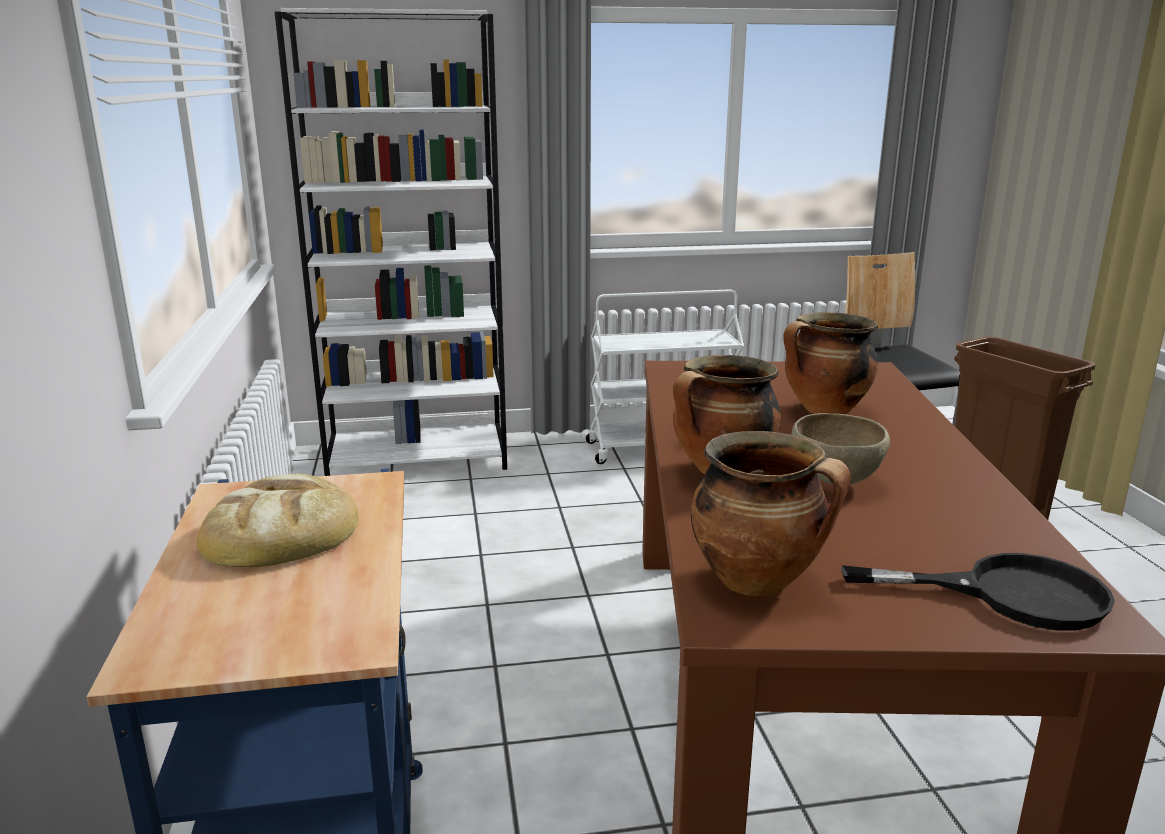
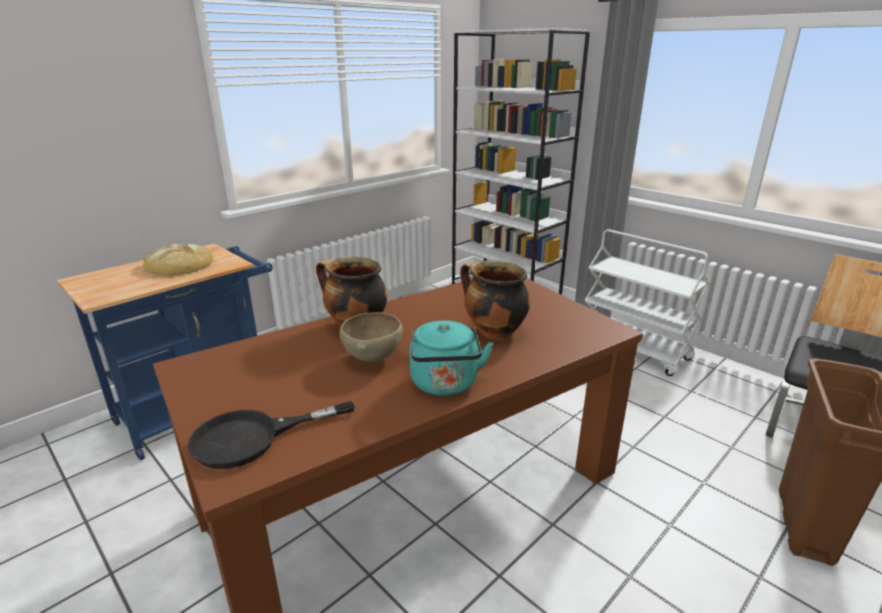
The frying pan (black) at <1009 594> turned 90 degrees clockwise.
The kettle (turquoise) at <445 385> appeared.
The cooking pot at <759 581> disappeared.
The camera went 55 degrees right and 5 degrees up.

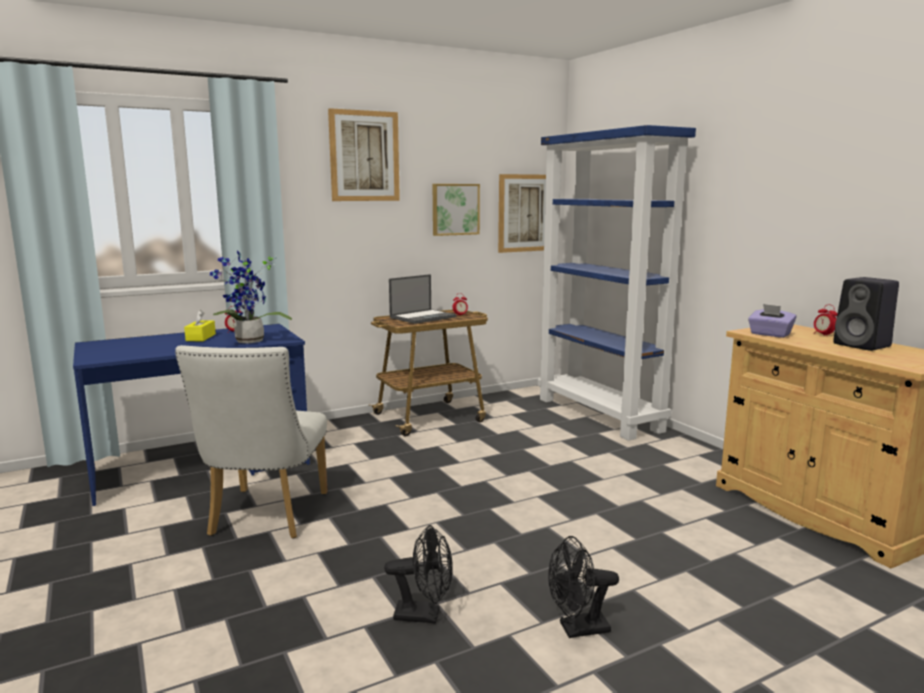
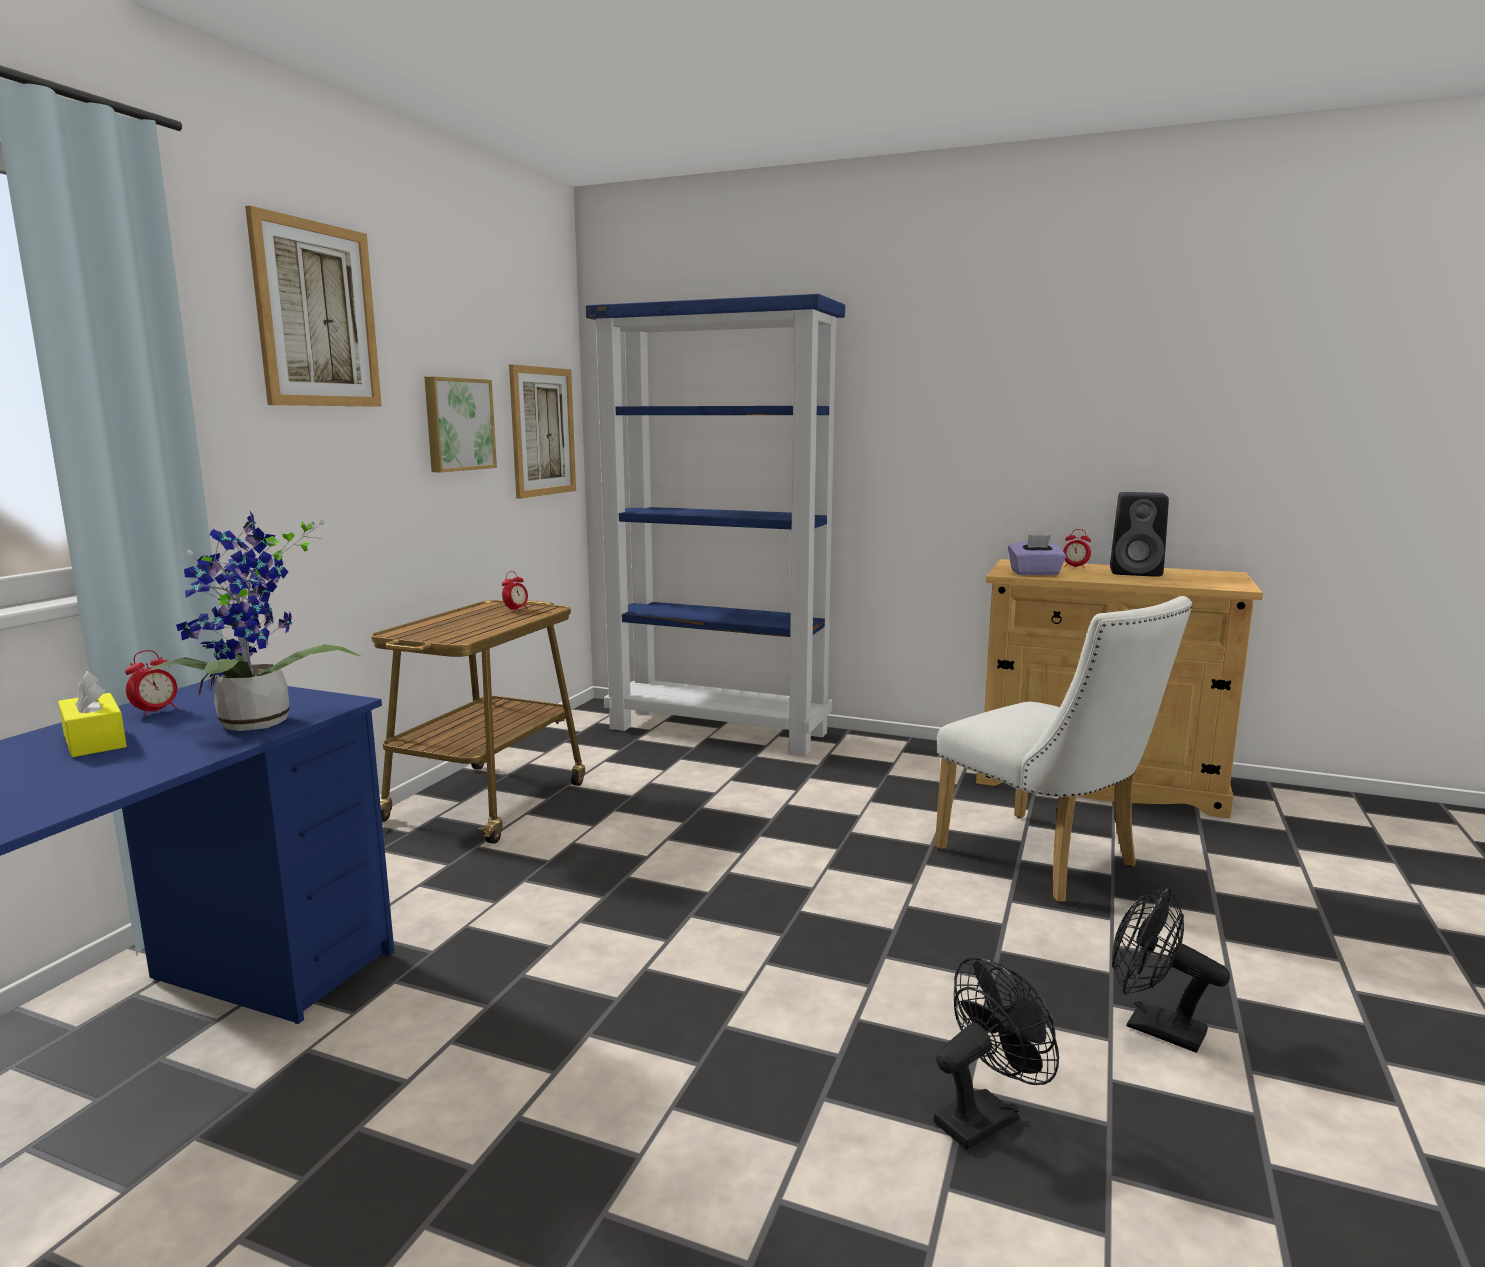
The chair (white) moved from <265 518> to <1047 862>.
The fan (black) at <577 629> turned 90 degrees clockwise.
The laptop at <423 317> disappeared.
The camera went 40 degrees left and 0 degrees up.

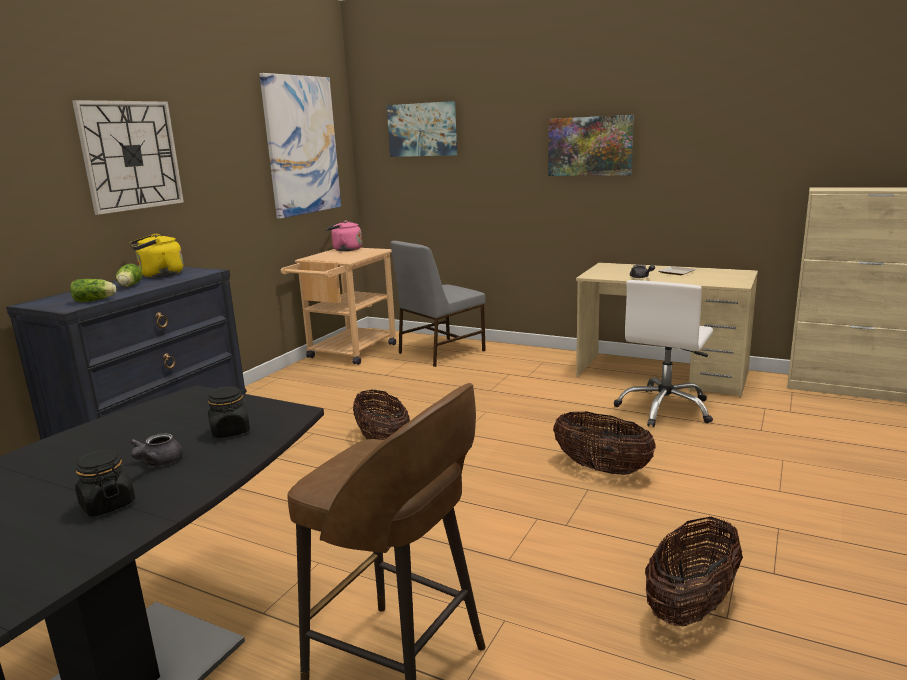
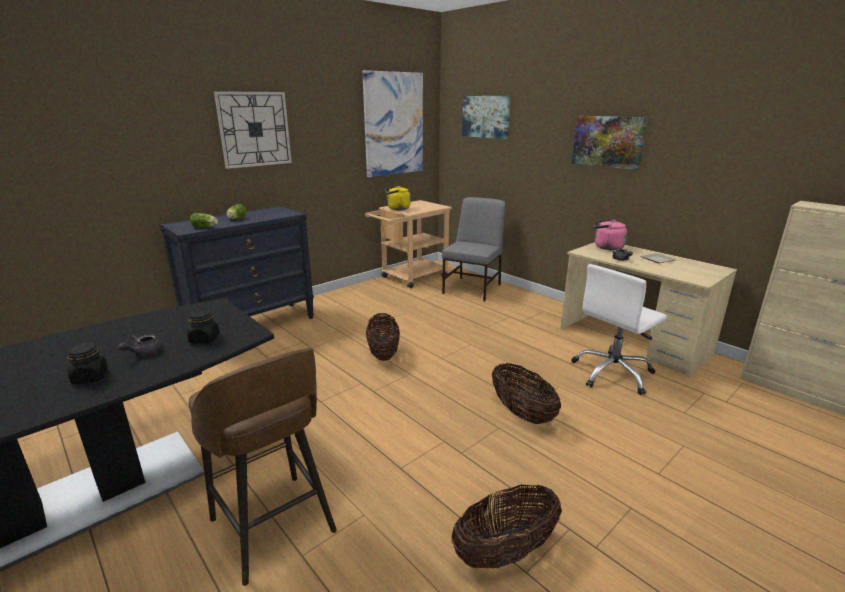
The kettle (yellow) moved from <159 275> to <397 209>.
The chair (grey) at <440 352> turned 135 degrees clockwise.
The kettle (pink) moved from <345 250> to <606 247>.
The camera went 20 degrees right and 5 degrees up.

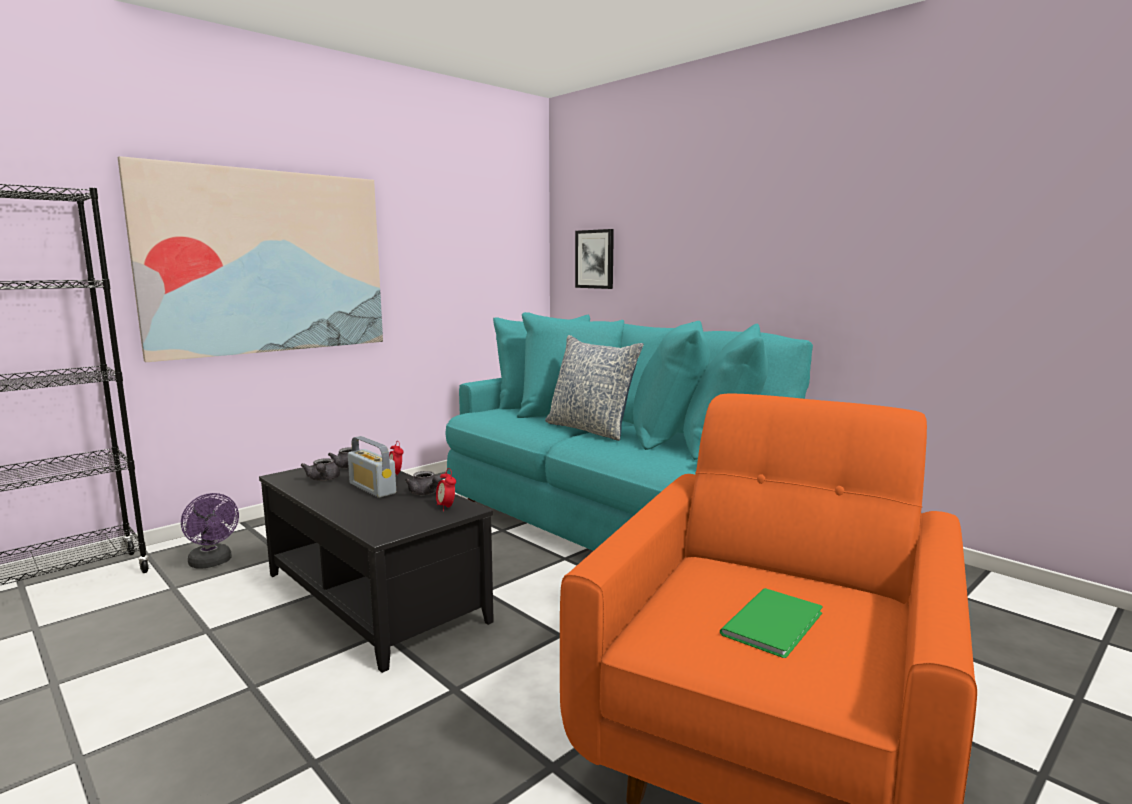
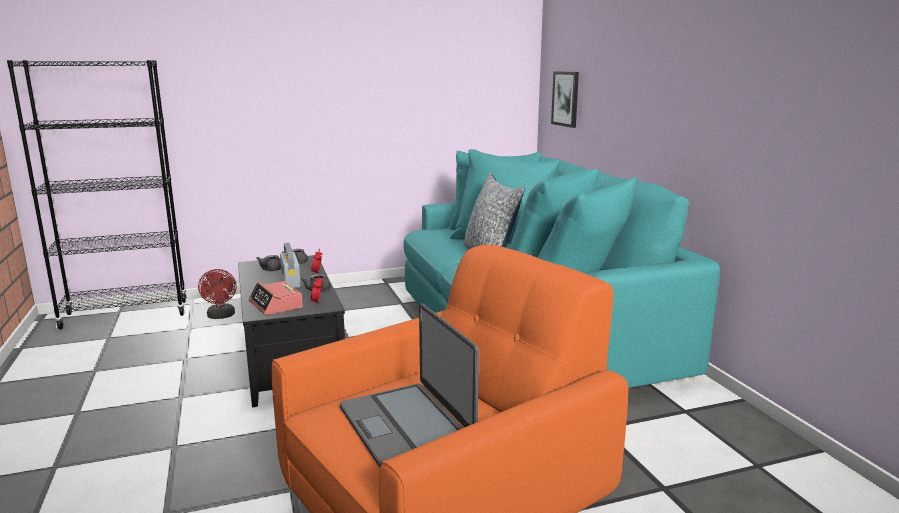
The fan (purple) at <212 563> became the fan (red) at <221 316>.
The alarm clock at <276 305> appeared.
The book (green) at <776 623> was replaced by the laptop at <407 425>.
The picture at <267 262> disappeared.
The camera went 25 degrees right and 5 degrees up.

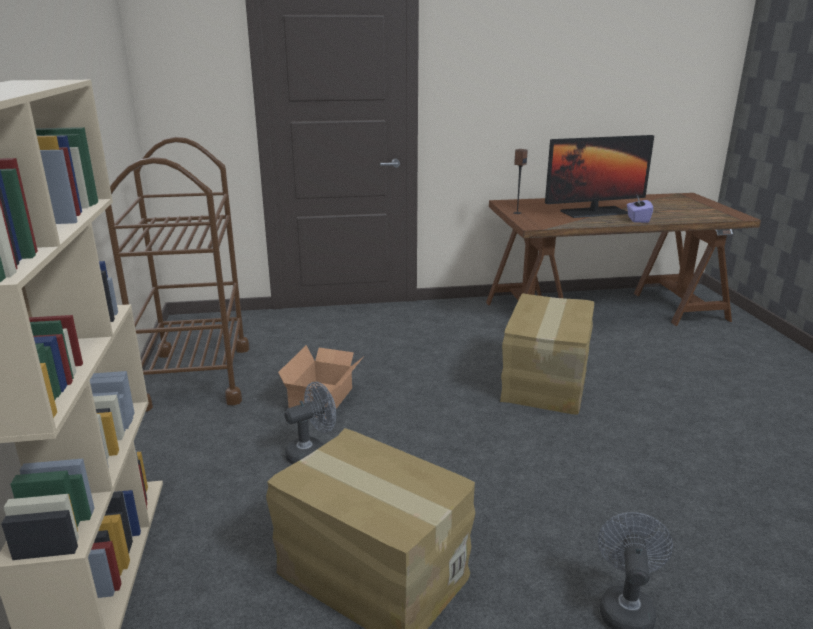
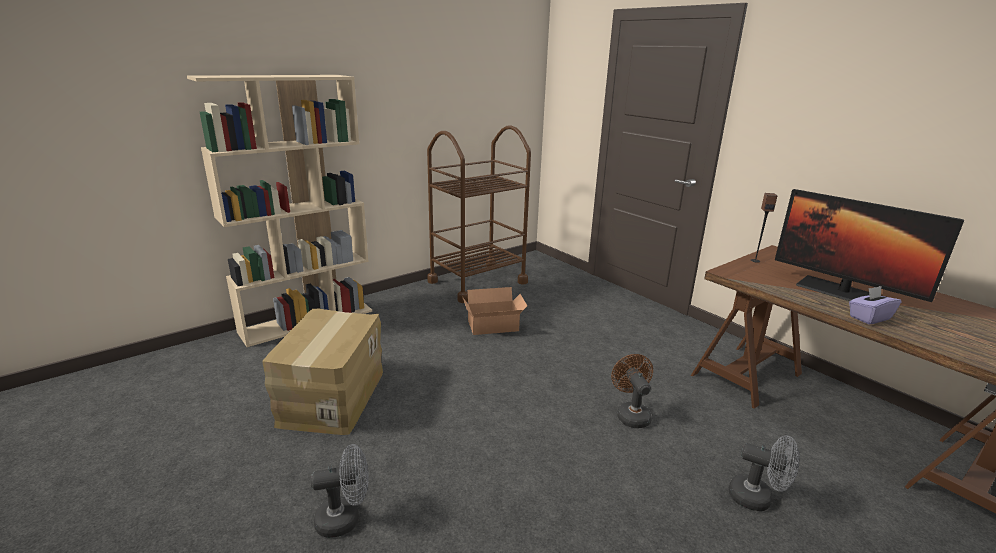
The cardboard box at <546 382> was replaced by the fan (brown) at <630 414>.
The fan (grey) moved from <311 453> to <757 498>.
The camera went 60 degrees right and 0 degrees up.

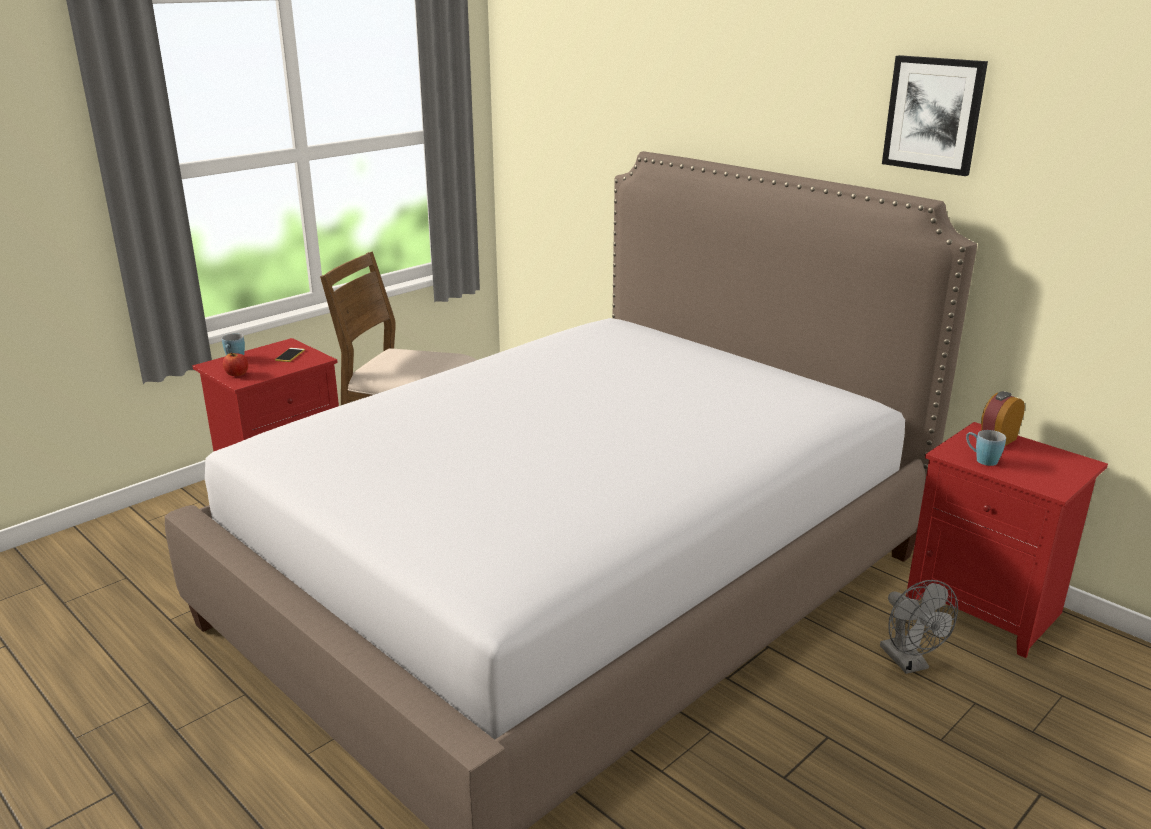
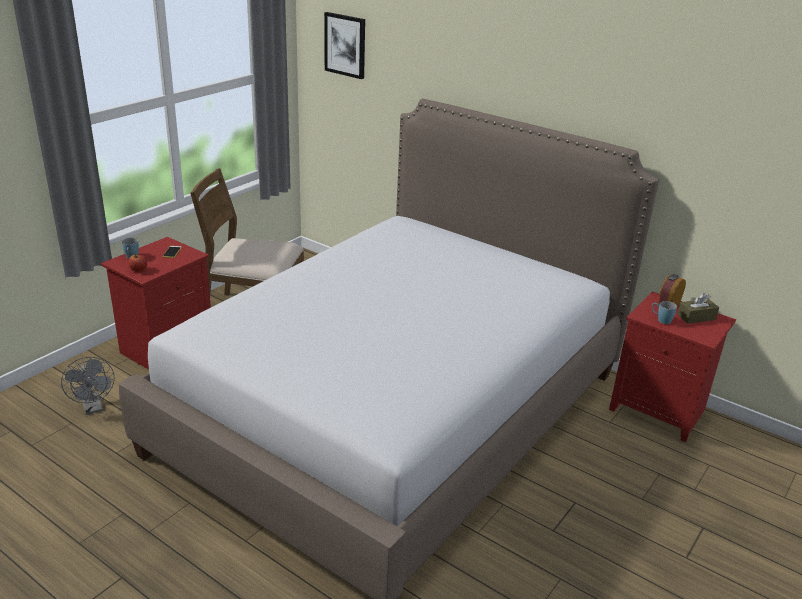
The fan (grey) moved from <909 663> to <93 408>.
The picture moved from <934 114> to <345 45>.
The tissue box (brown) at <696 317> appeared.
The camera went 10 degrees left and 5 degrees up.

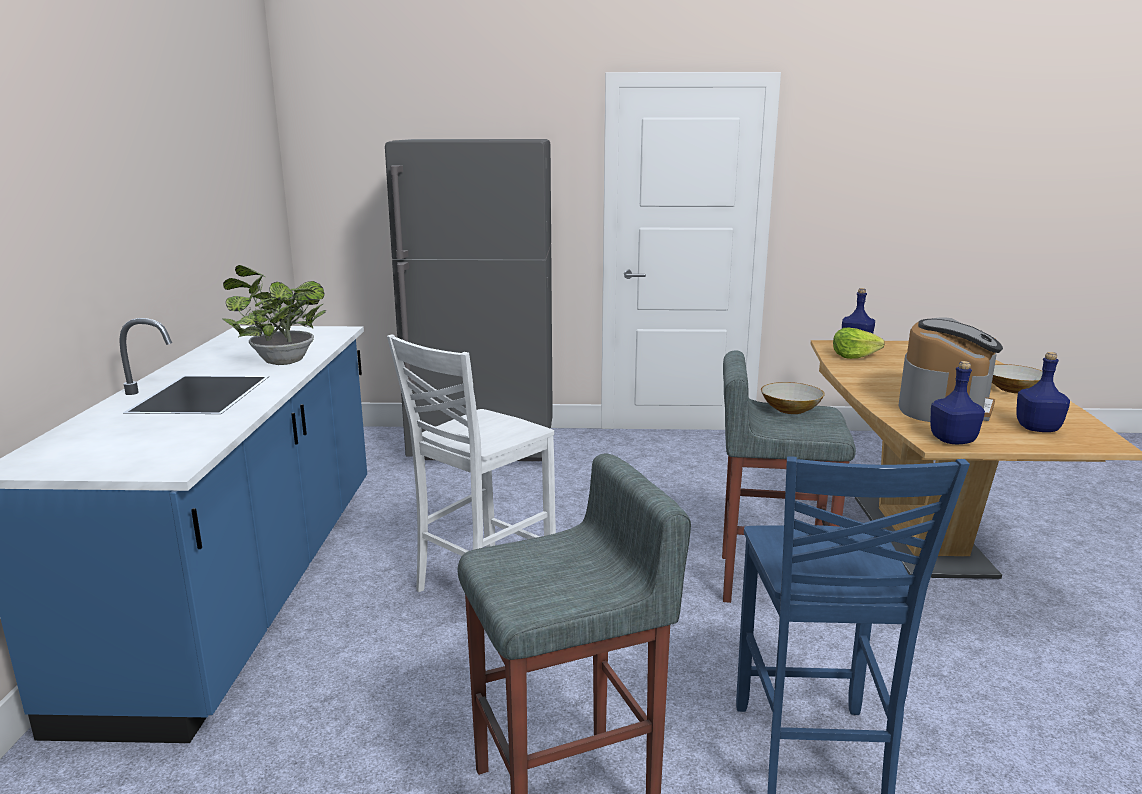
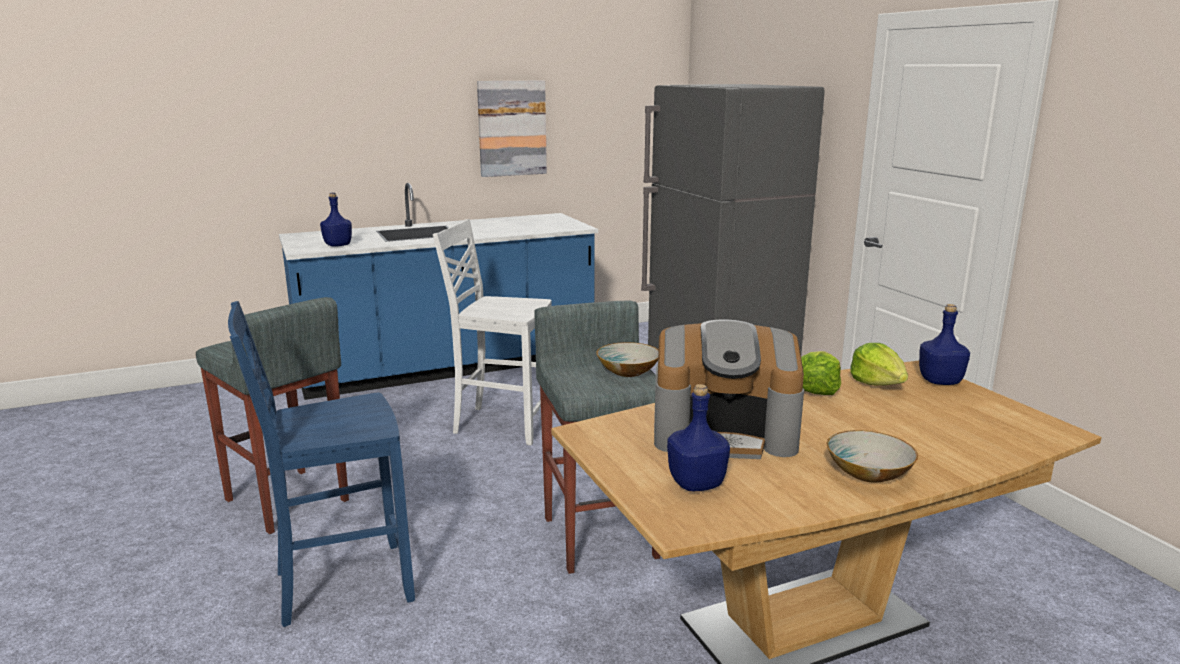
The bottle (blue) moved from <951 440> to <337 245>.
The picture at <512 128> appeared.
The lettuce at <816 388> appeared.
The potted plant at <280 361> disappeared.
The camera went 65 degrees right and 0 degrees up.

